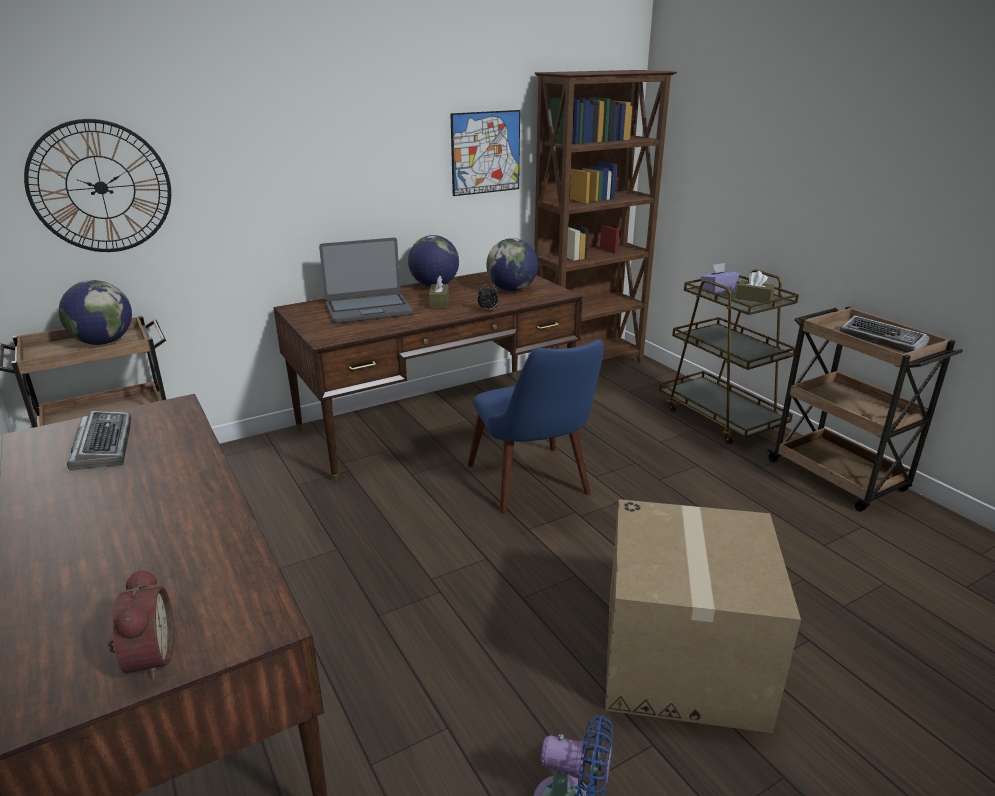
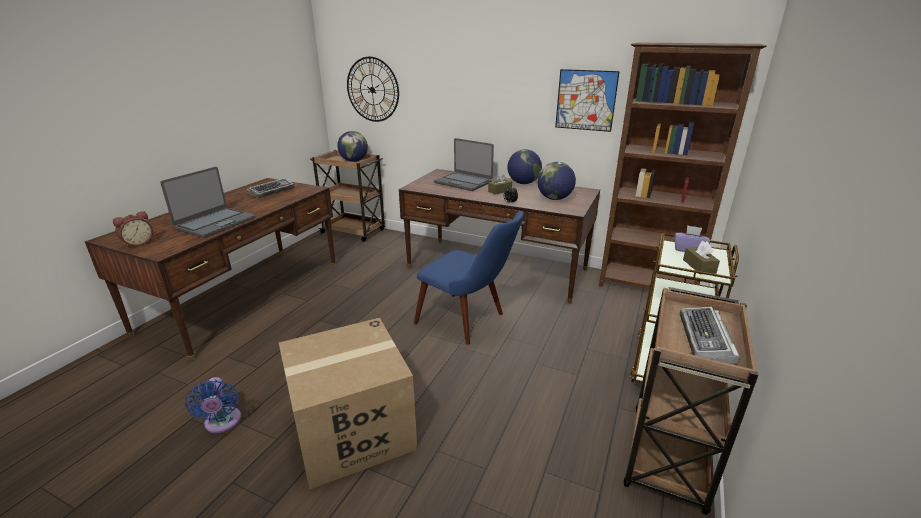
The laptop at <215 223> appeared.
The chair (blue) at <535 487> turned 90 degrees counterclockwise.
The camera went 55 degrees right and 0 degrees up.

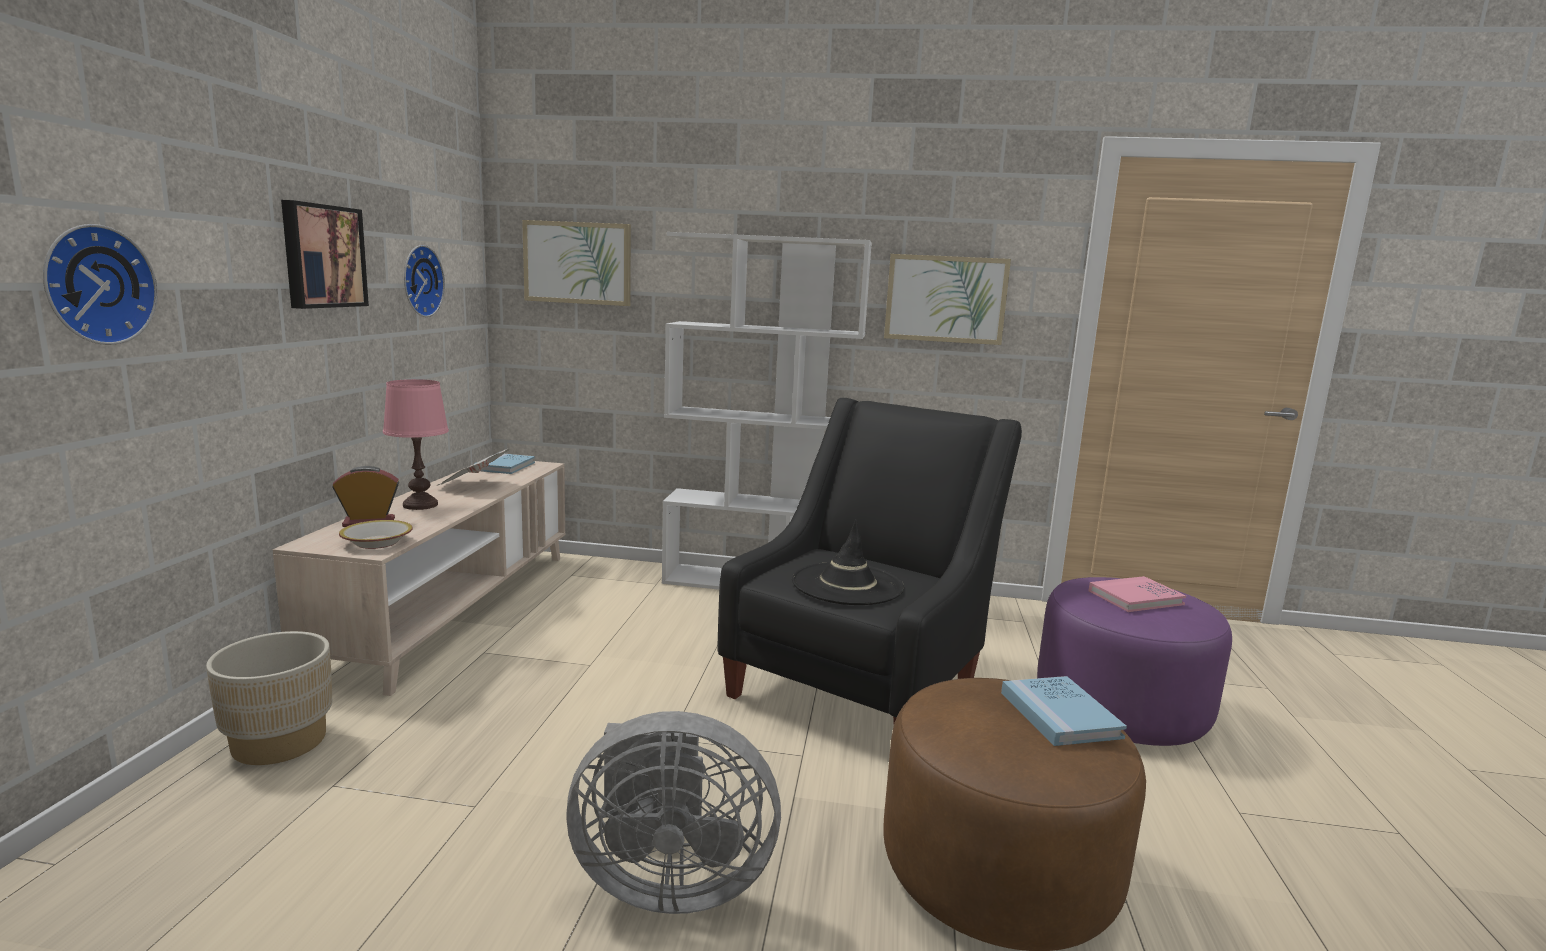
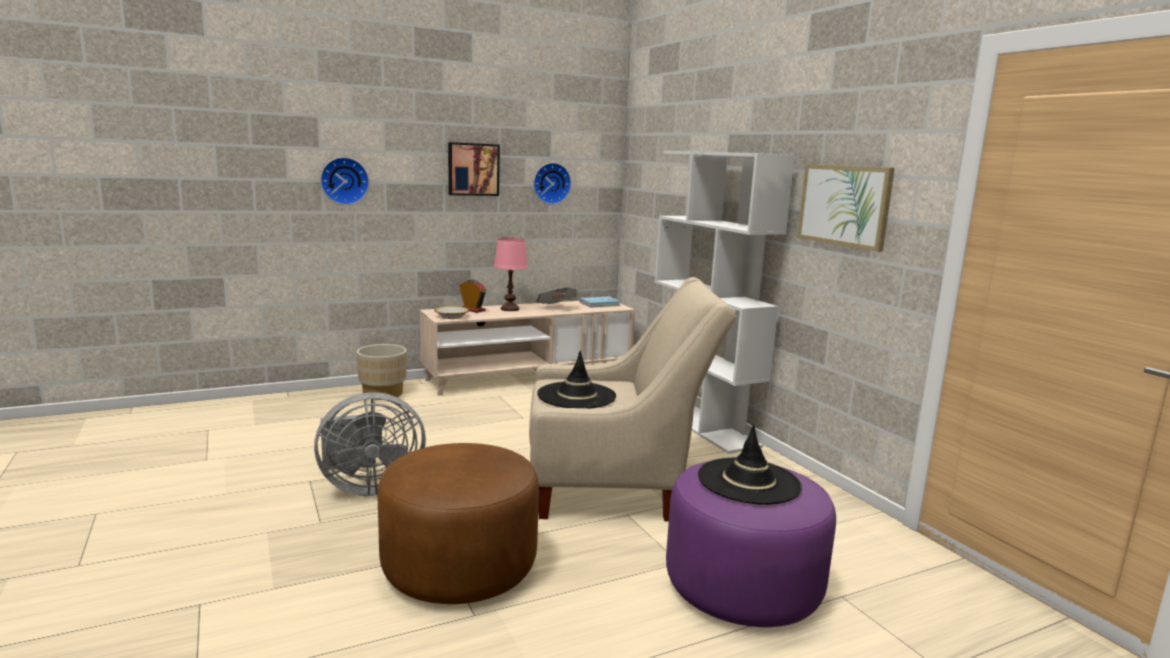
The fan (grey) at <668 882> turned 75 degrees counterclockwise.
The armchair (black) at <861 684> became the armchair (beige) at <616 486>.
The book (pink) at <1135 598> was replaced by the hat (black) at <749 481>.
The picture at <577 263> disappeared.
The book (blue) at <1060 715> disappeared.
The camera went 55 degrees right and 0 degrees up.

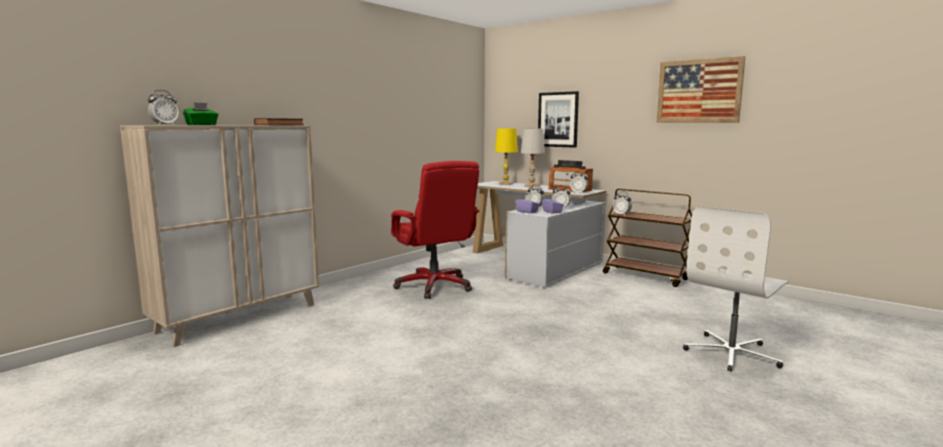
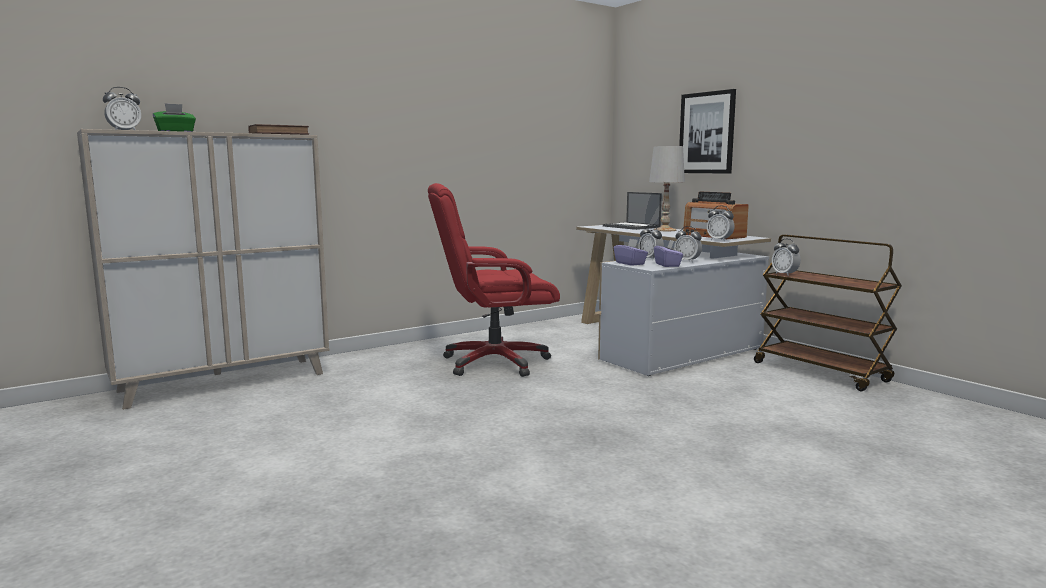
The office chair (red) at <434 286> turned 90 degrees clockwise.
The table lamp (yellow) at <506 183> was replaced by the laptop at <632 227>.
The picture at <698 91> disappeared.
The office chair (white) at <732 353> disappeared.
The camera went 15 degrees right and 0 degrees up.

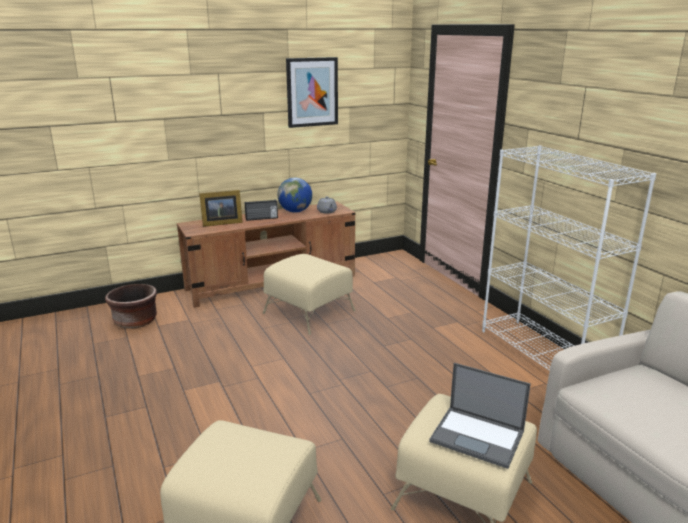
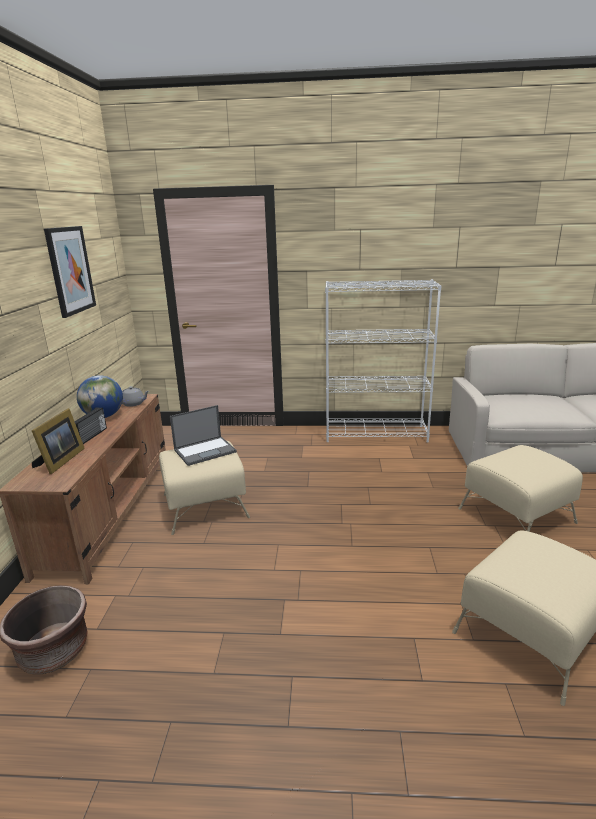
The laptop moved from <478 436> to <205 451>.
The camera went 60 degrees left and 0 degrees up.

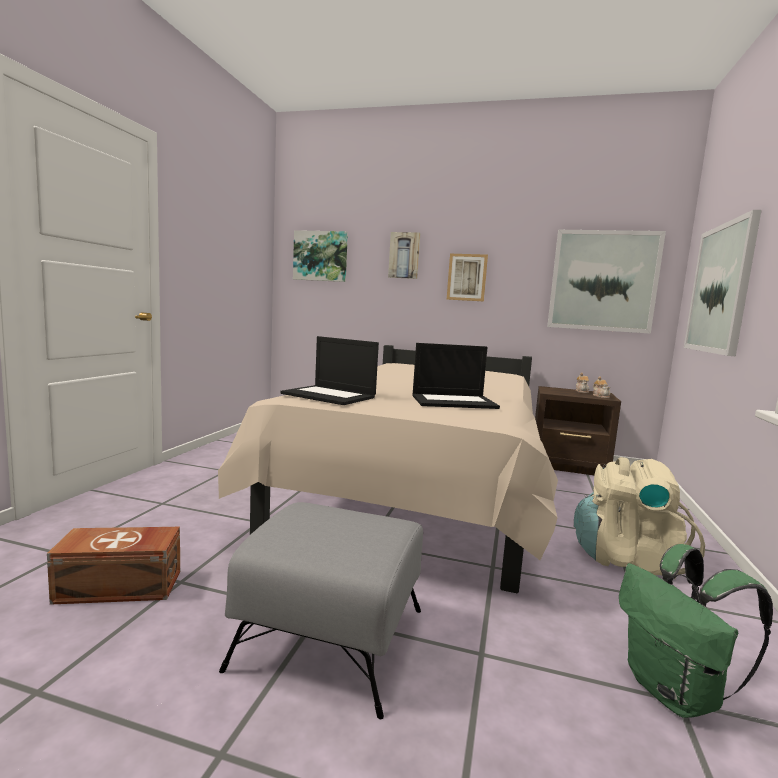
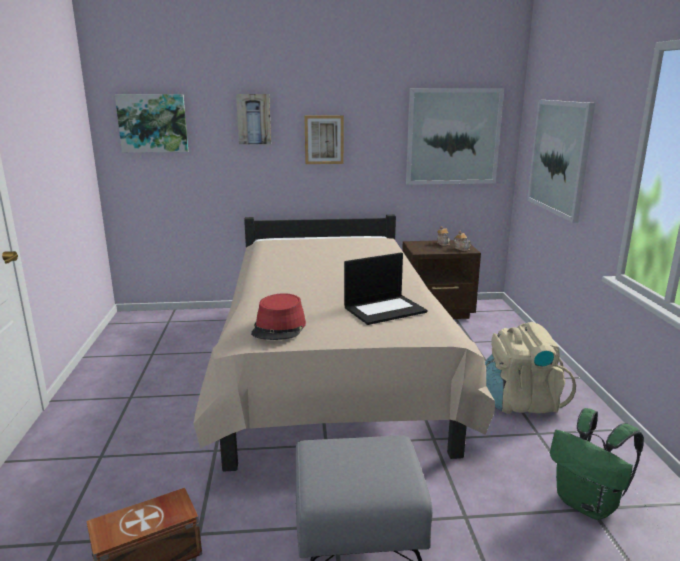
The laptop at <330 395> was replaced by the hat (red) at <279 327>.
The camera went 20 degrees left and 10 degrees up.

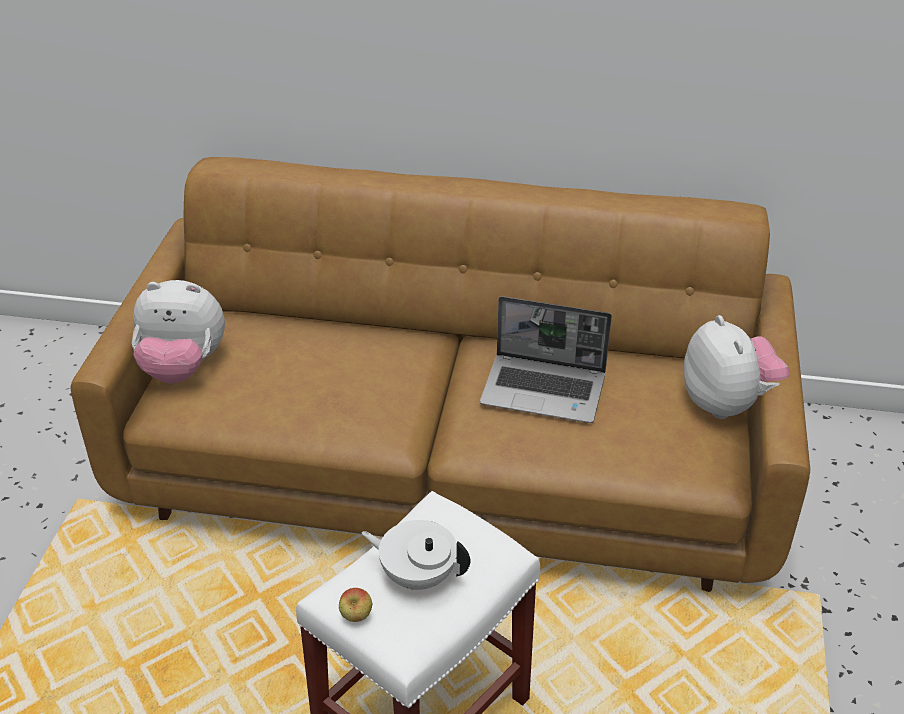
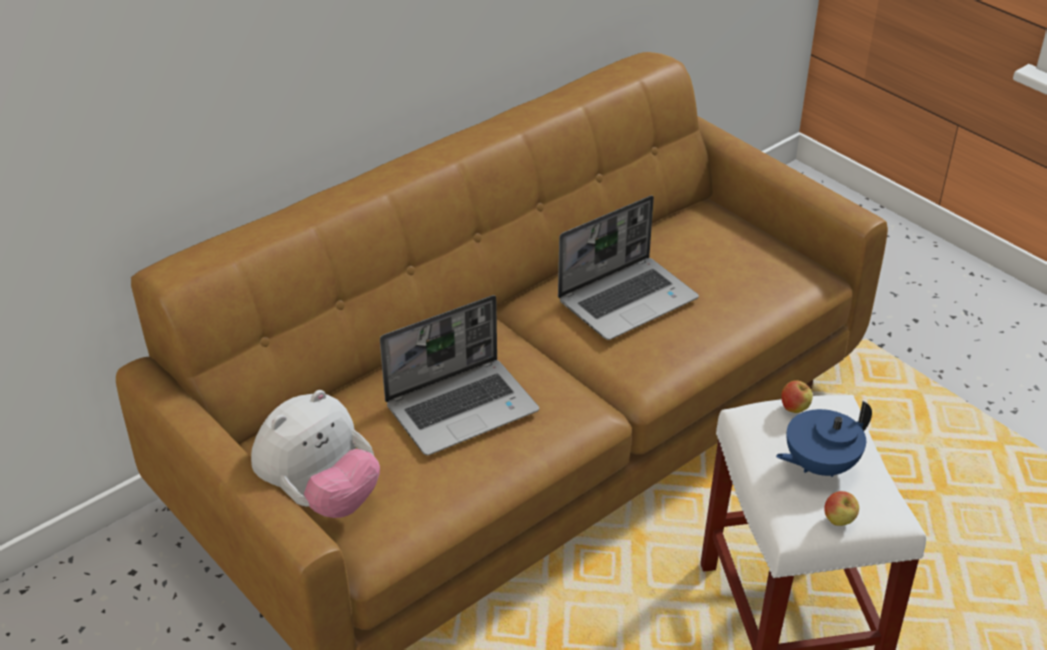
The laptop at <463 407> appeared.
The teapot (white) at <417 575> became the teapot (blue) at <819 465>.
The apple at <794 409> appeared.
The plush toy at <727 404> disappeared.
The camera went 50 degrees left and 0 degrees up.

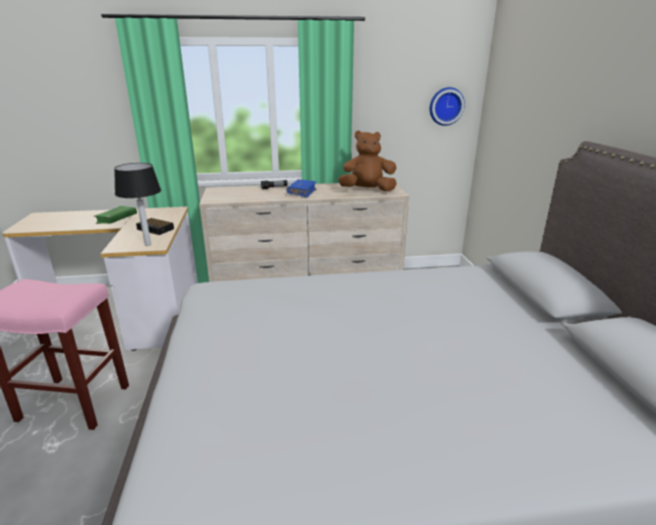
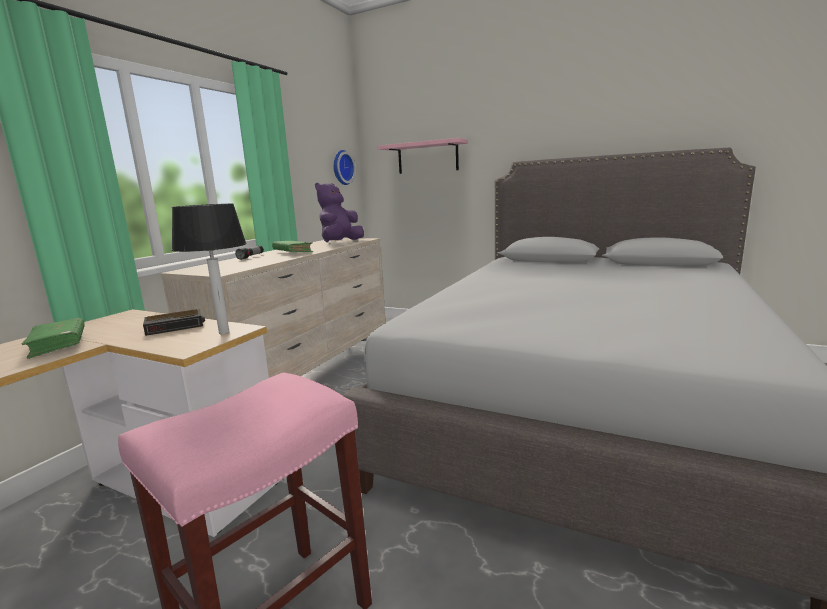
The book (blue) at <302 192> became the book (green) at <293 252>.
The plush toy (brown) at <367 190> became the plush toy (purple) at <340 242>.
The shelf (pink) at <427 157> appeared.
The camera went 55 degrees left and 10 degrees down.

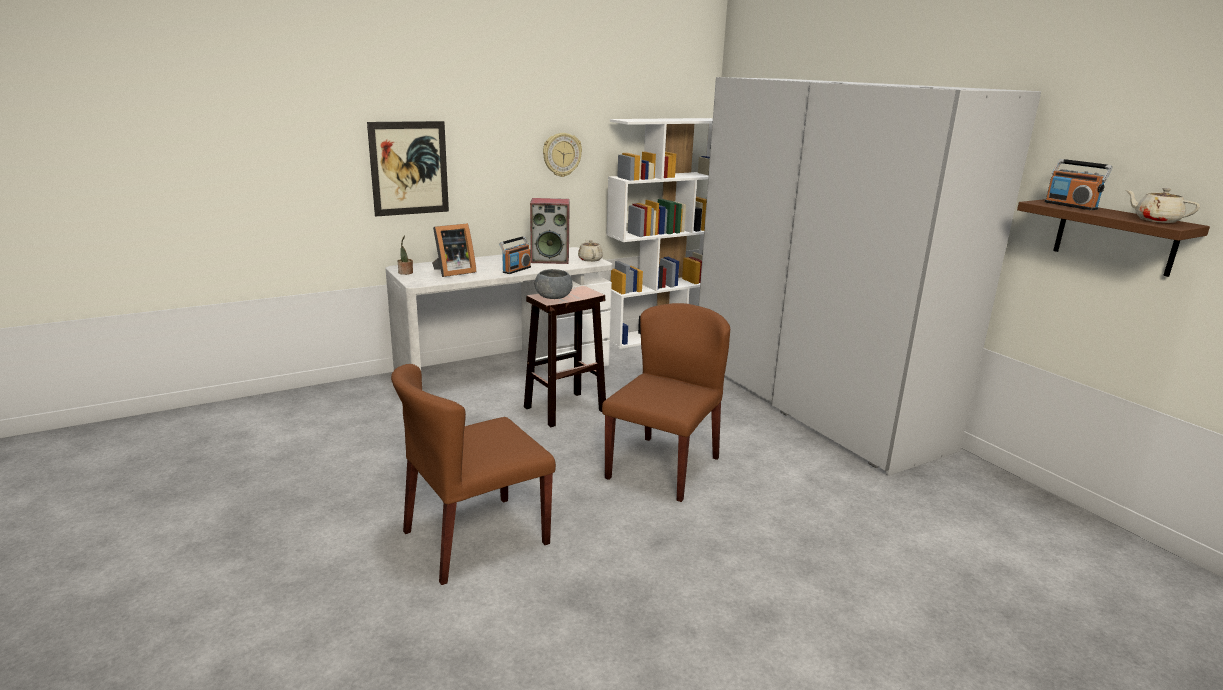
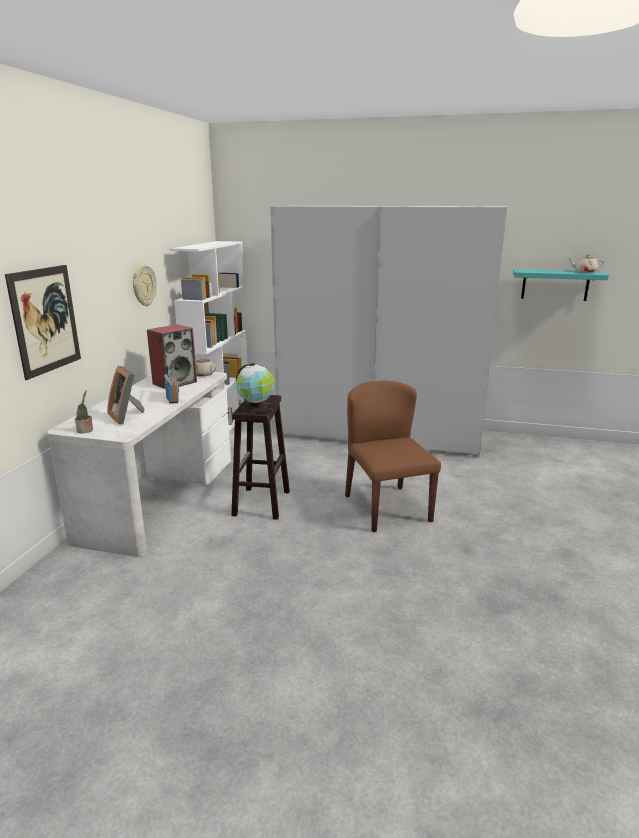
The picture frame at <452 272> turned 135 degrees clockwise.
The bowl (grey) at <553 297> was replaced by the globe at <256 408>.
The shelf (brown) at <1115 237> became the shelf (turquoise) at <555 285>.
The chair (brown) at <475 538> disappeared.
The radio at <1071 206> disappeared.
The camera went 45 degrees left and 0 degrees up.

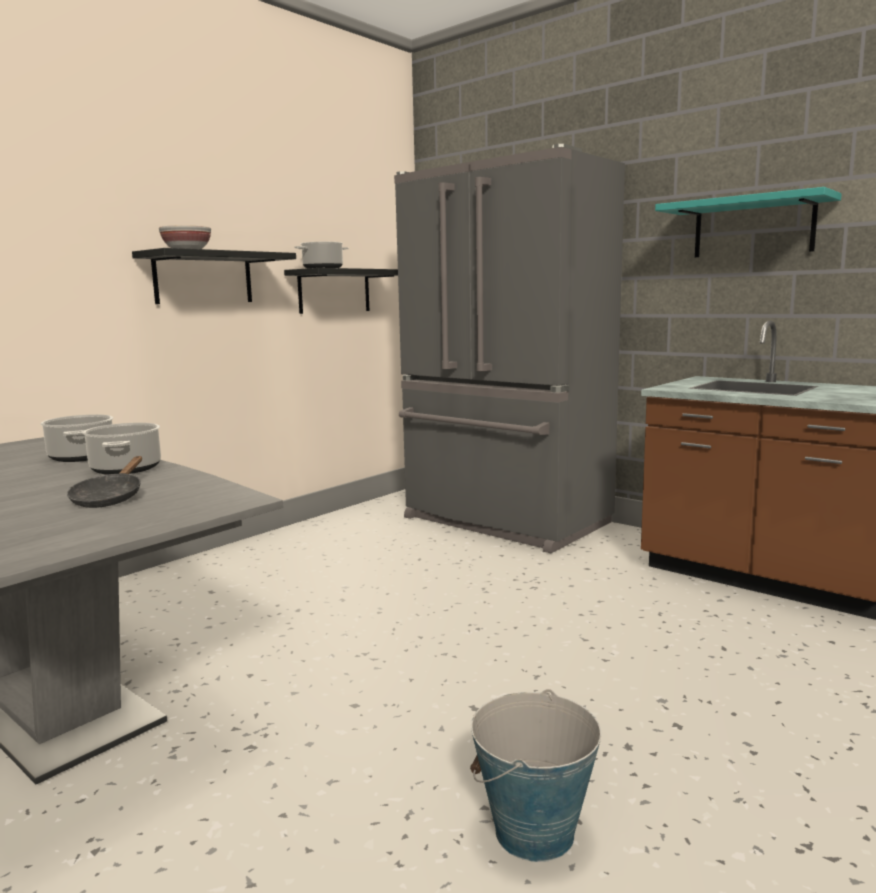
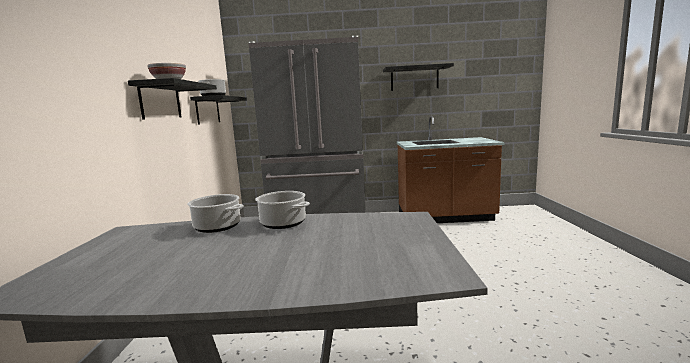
The shelf (turquoise) at <753 228> became the shelf (black) at <414 78>.
The frying pan (black) at <110 498> disappeared.
The bucket at <534 832> disappeared.
The camera went 40 degrees left and 0 degrees up.

